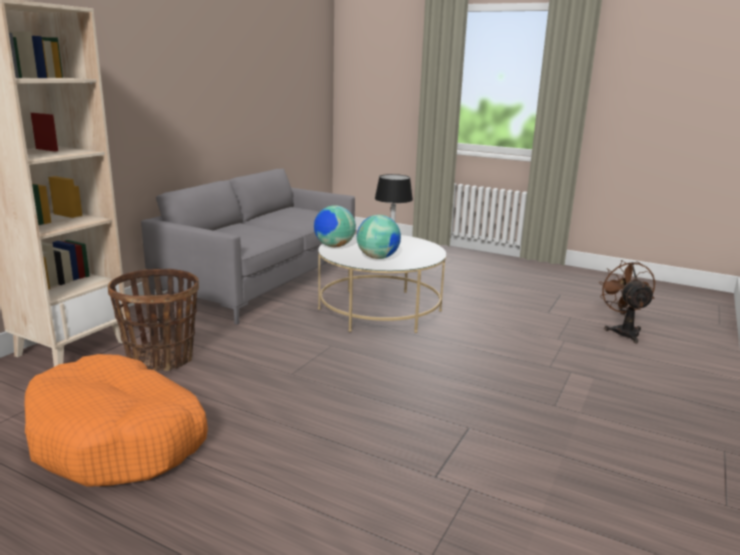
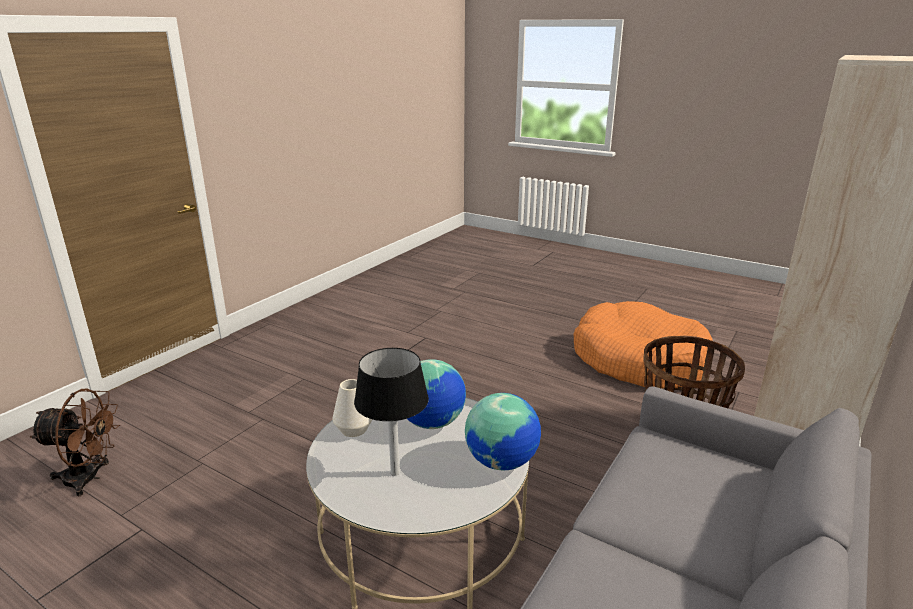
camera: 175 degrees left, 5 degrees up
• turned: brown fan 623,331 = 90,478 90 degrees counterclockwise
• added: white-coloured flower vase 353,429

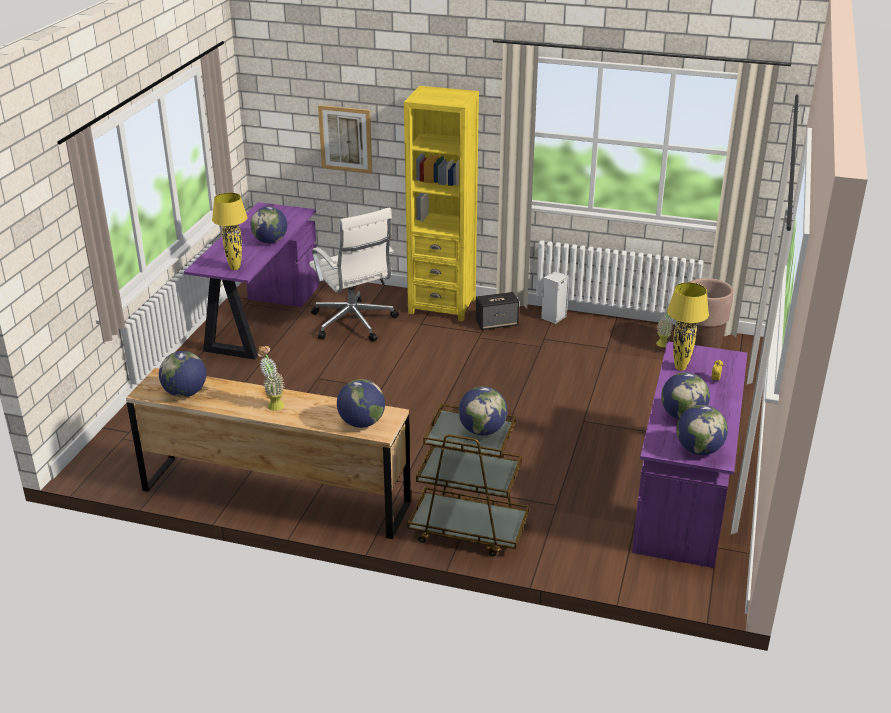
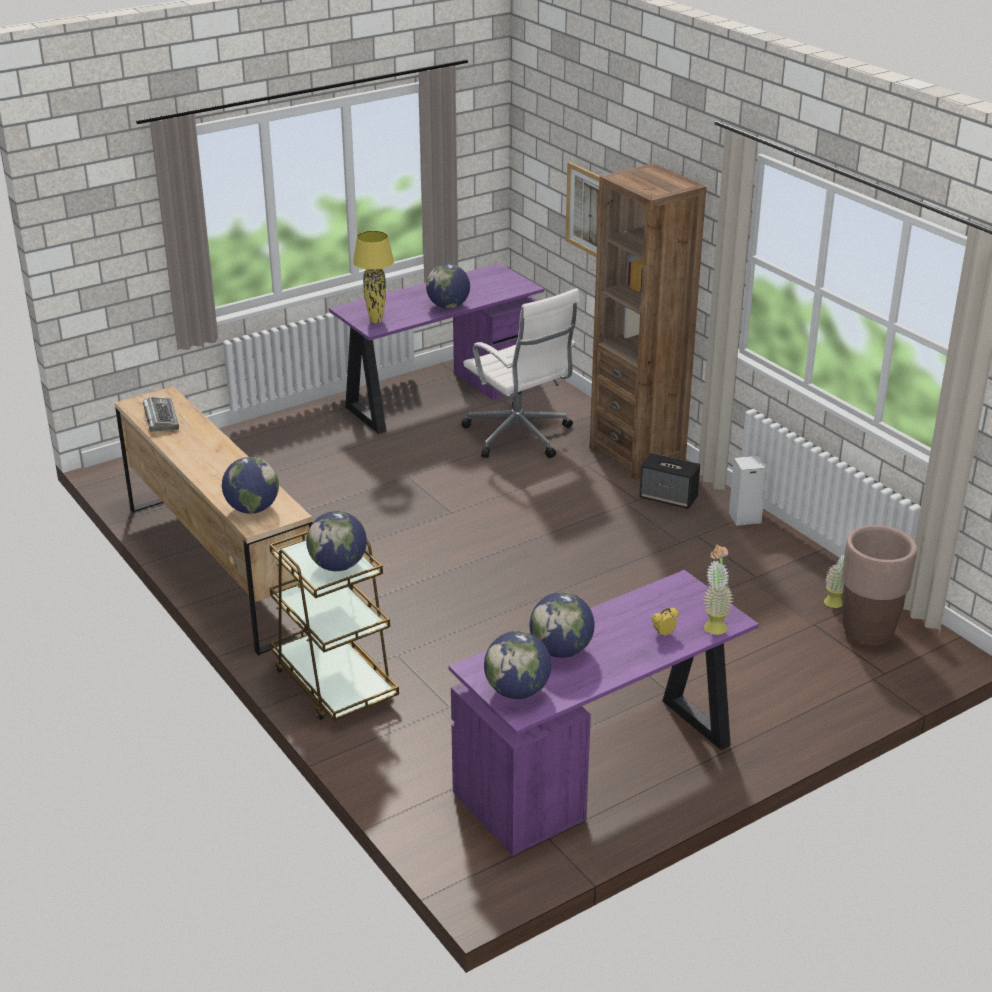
camera: 40 degrees right, 0 degrees up
• replaced: desk globe 185,393 to PC keyboard 161,418
• moved: houseplant 273,404 to 714,624
• turned: white-coloured office chair 354,323 = 519,437 45 degrees counterclockwise
• recoloured: yellowish shelving unit 442,306 to brown shelving unit 637,455
• removed: yellowish table lamp 680,368

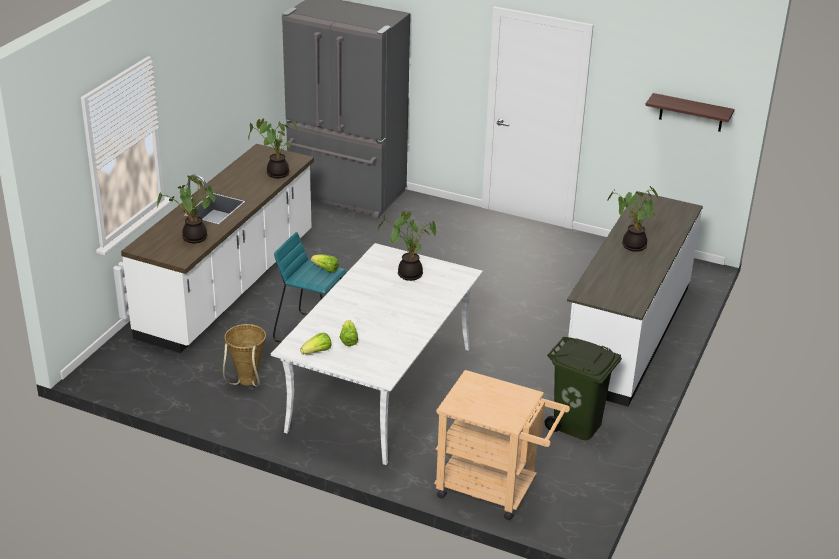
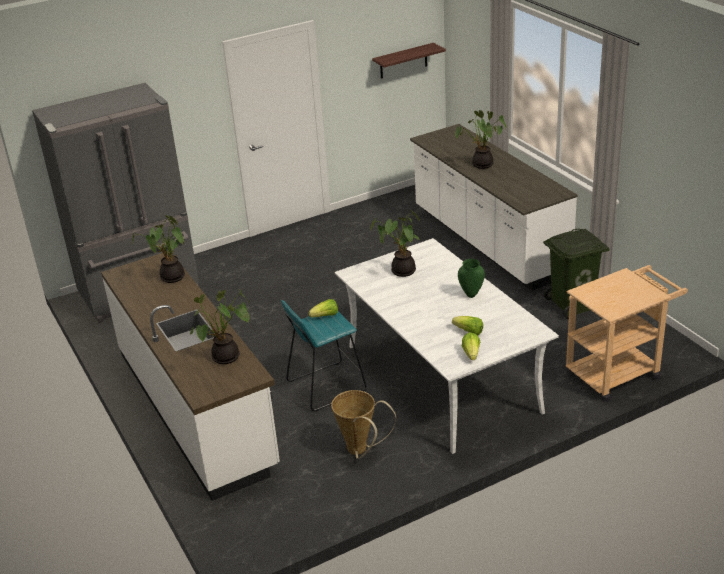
camera: 50 degrees left, 0 degrees up
• added: green-coloured flower vase 471,294

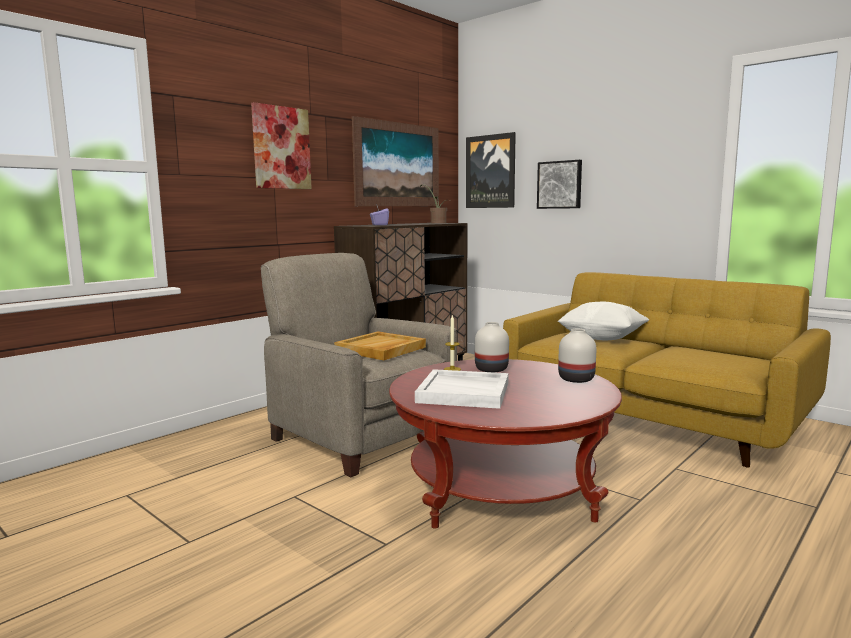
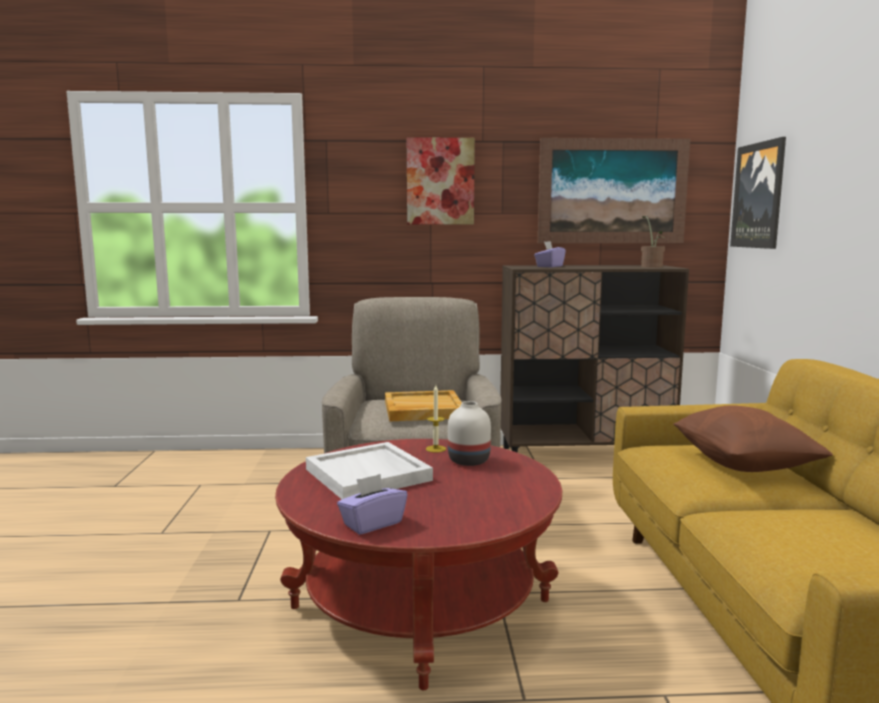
camera: 45 degrees right, 0 degrees up
• removed: wall art 560,185
• recoloured: white-coloured pillow 602,338 to brown pillow 743,466
• removed: white-coloured flower vase 576,379
• added: purplish tissue holder 372,523

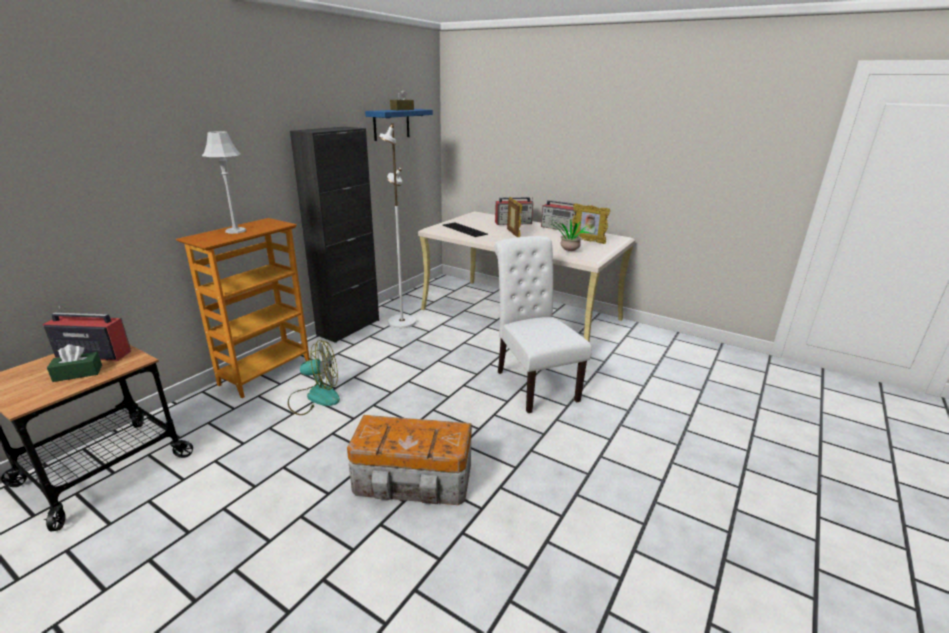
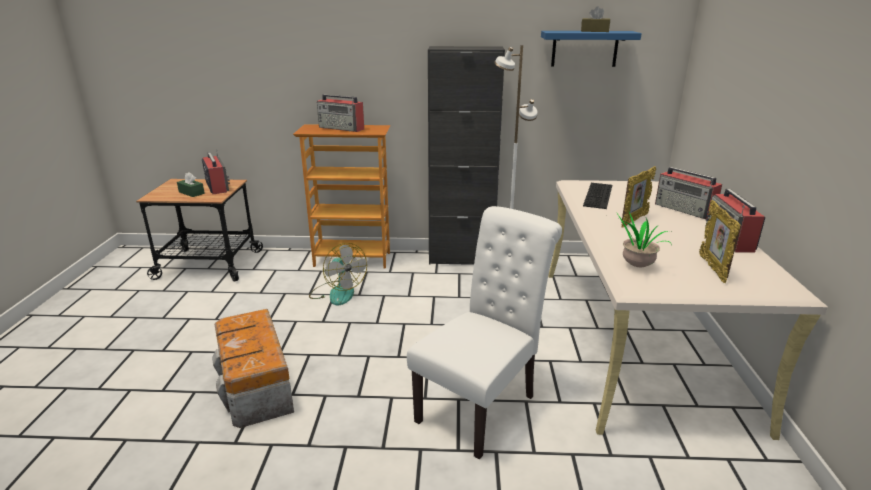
camera: 60 degrees right, 0 degrees up
• replaced: gray table lamp 236,231 to radio 342,128

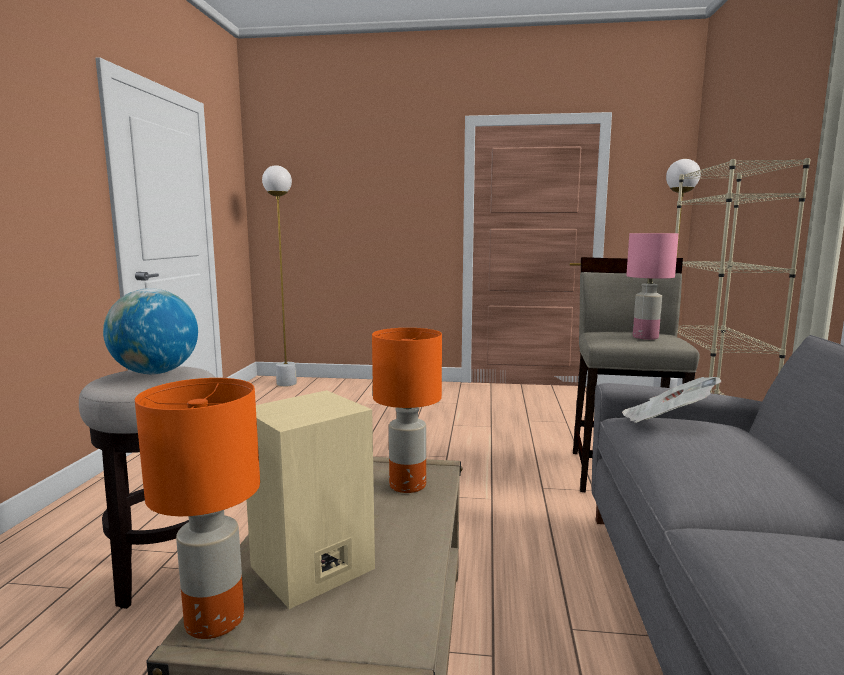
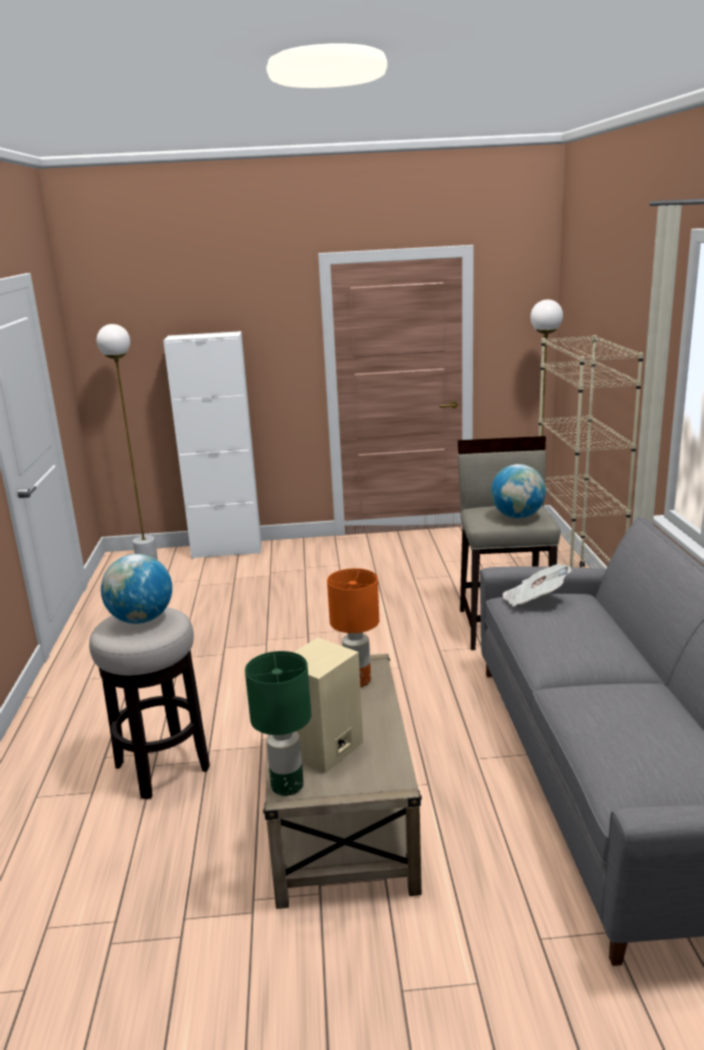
camera: 10 degrees left, 10 degrees up
• recoloured: orange table lamp 214,619 to green-coloured table lamp 286,785
• replaced: pink table lamp 645,337 to desk globe 517,516
• added: white-coloured cabinet 227,550

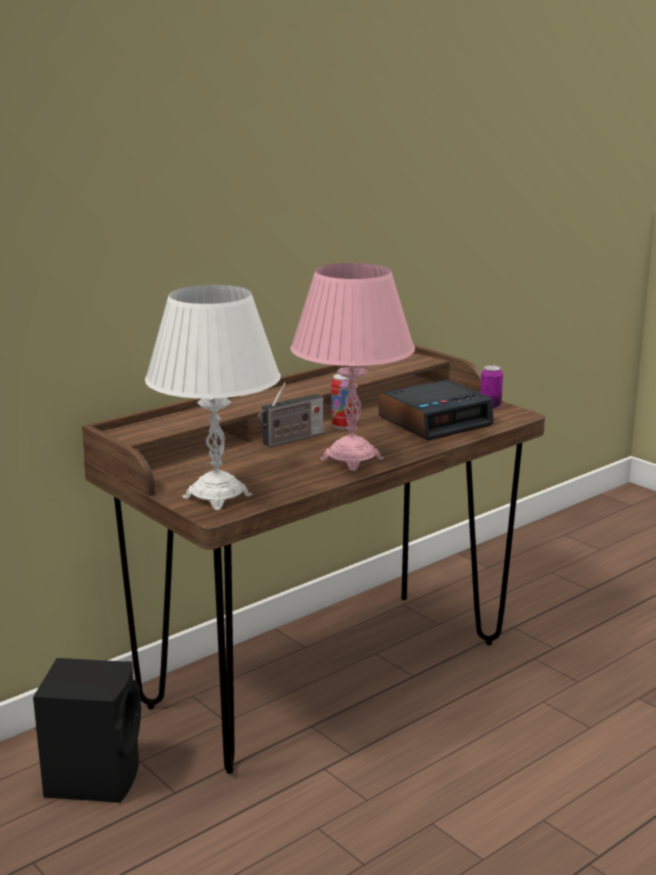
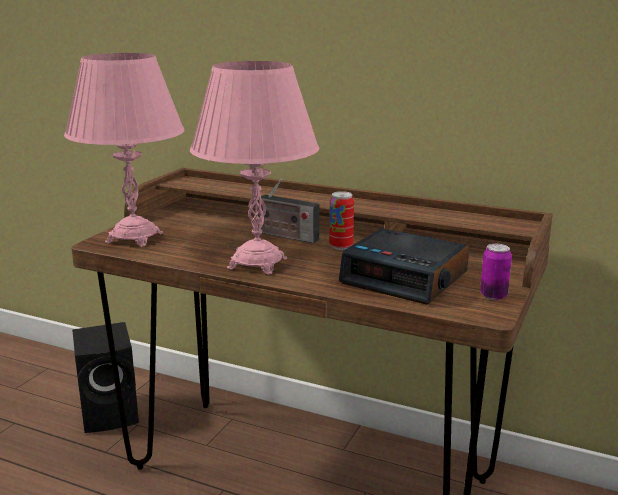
camera: 65 degrees right, 0 degrees up
• recoloured: white-coloured table lamp 217,496 to pink table lamp 134,238

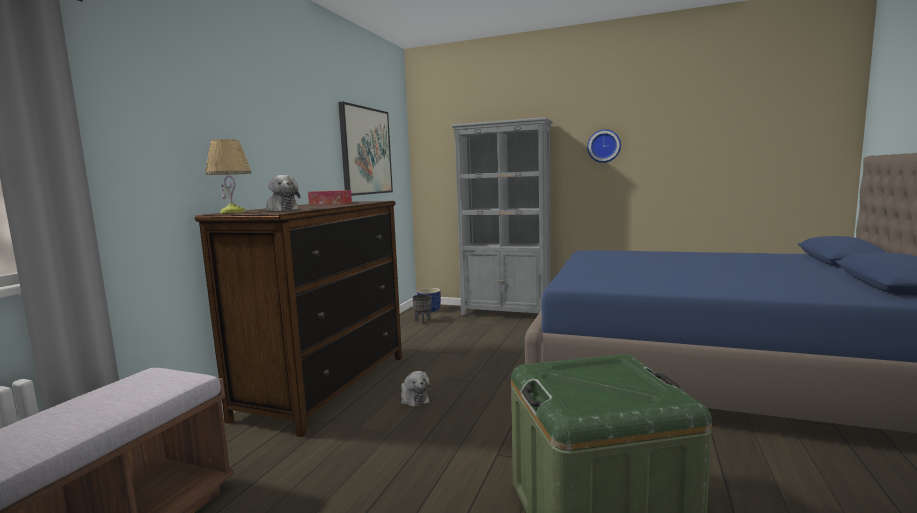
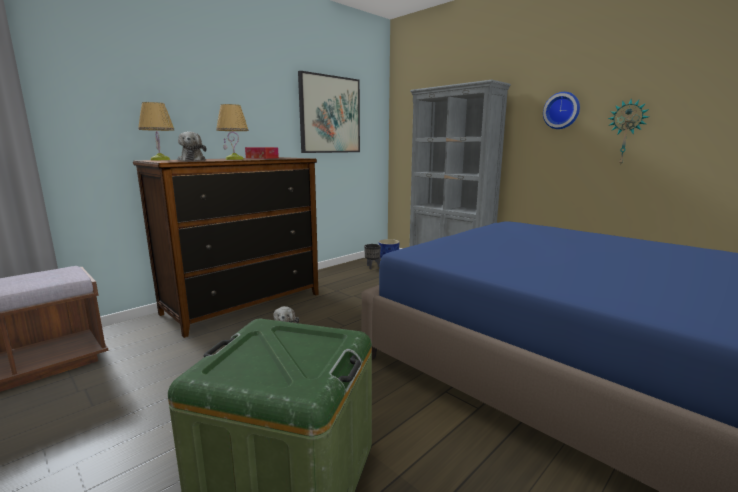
camera: 25 degrees right, 5 degrees up
• added: table lamp 234,159
• added: clock on the wall 626,132

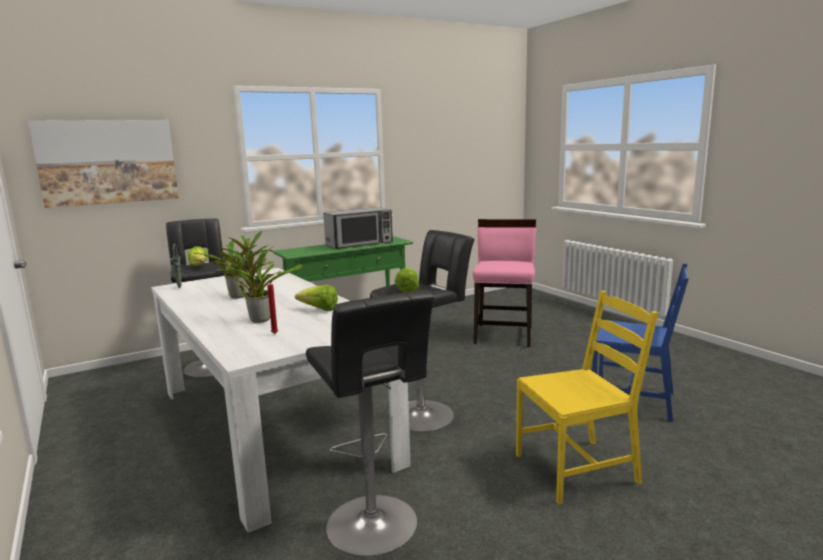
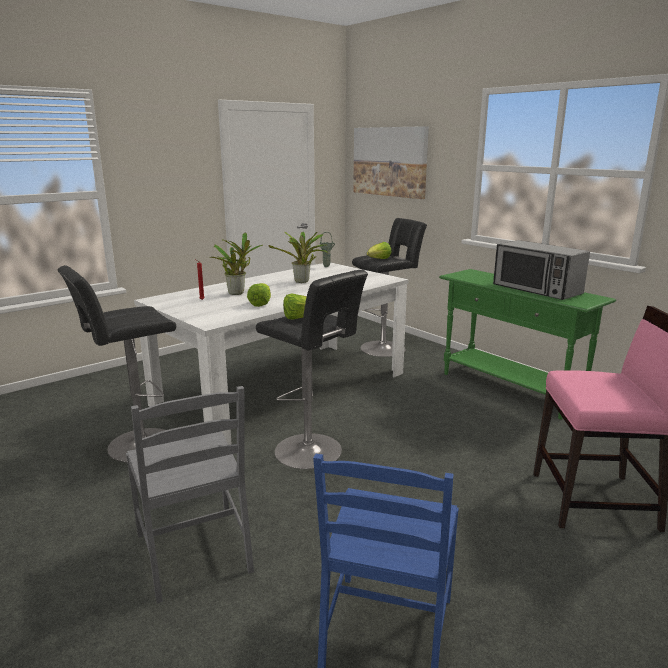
camera: 80 degrees right, 5 degrees up
• recoloured: yellowish plain chair 577,468 to gray plain chair 195,552

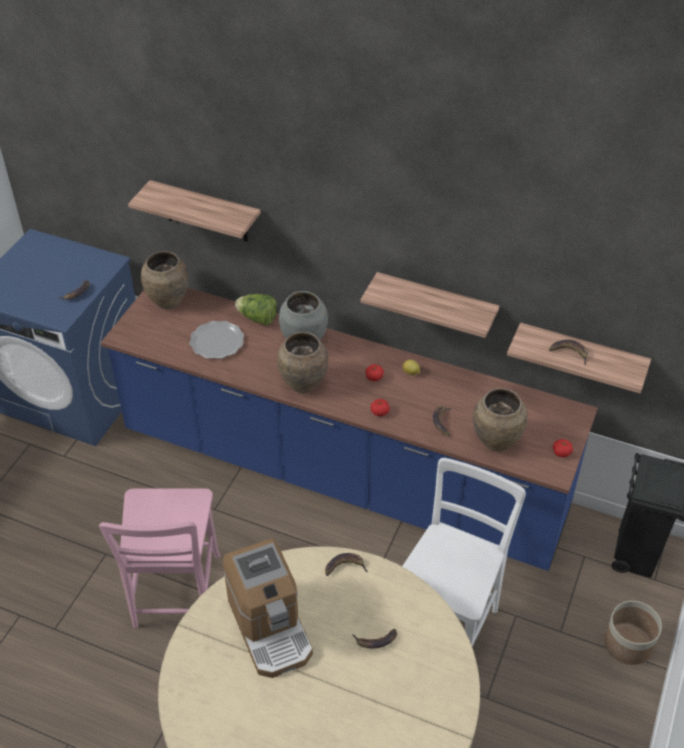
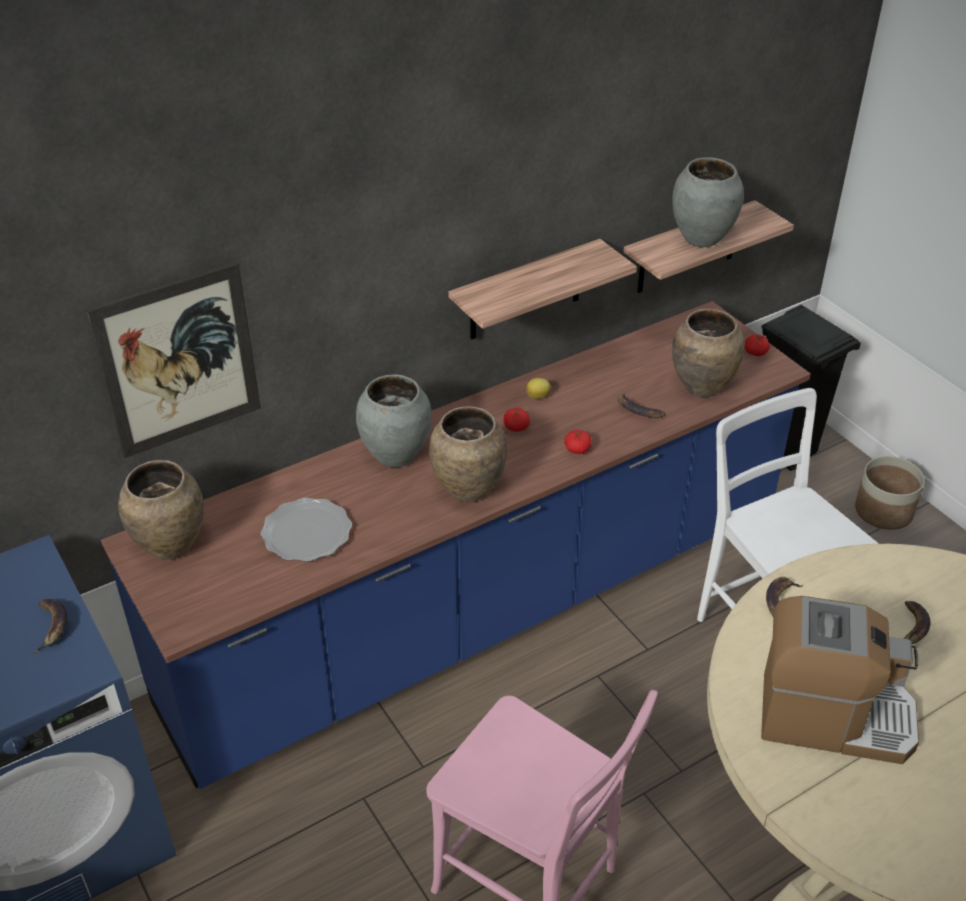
camera: 55 degrees left, 5 degrees down
• replaced: shelf 206,212 to wall art 178,361
• removed: lettuce 257,318
• replaced: banana fruit 569,353 to gray flower vase 702,238

